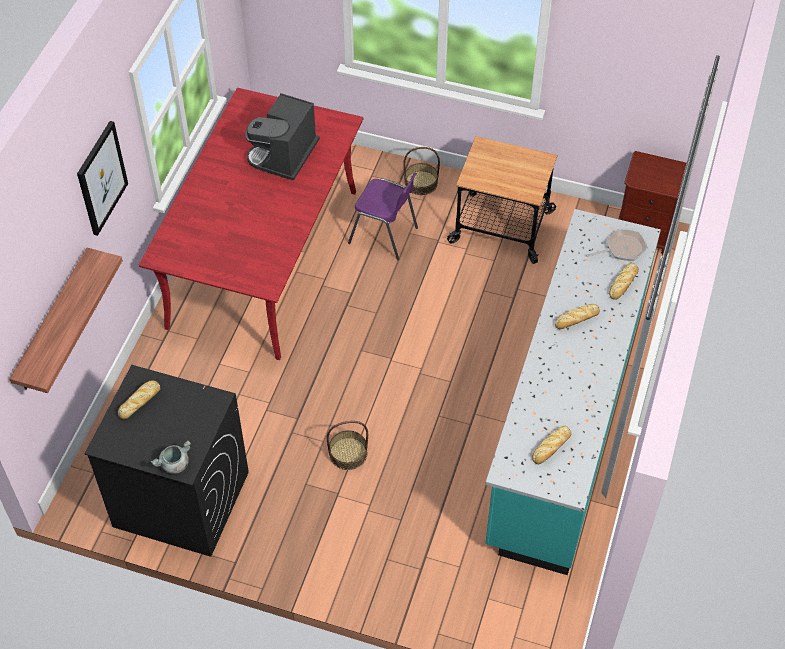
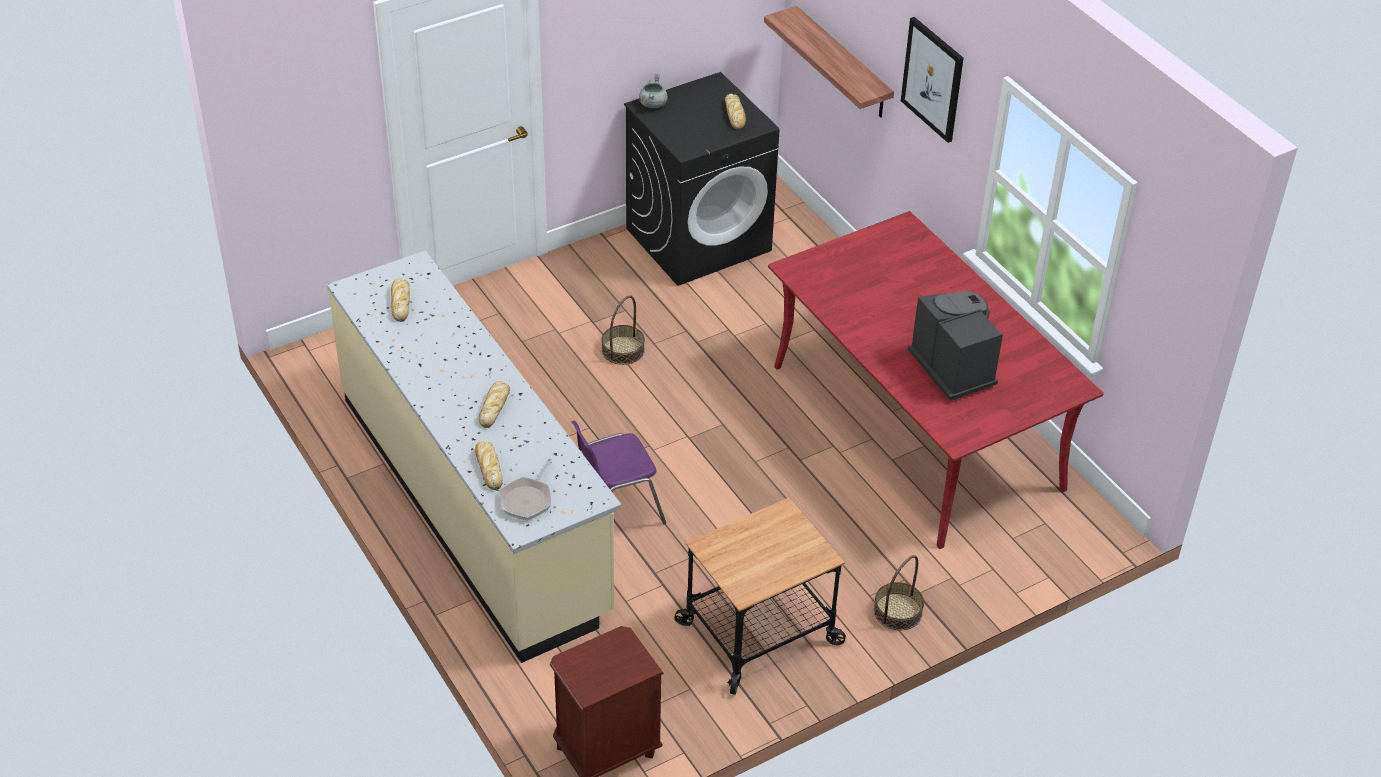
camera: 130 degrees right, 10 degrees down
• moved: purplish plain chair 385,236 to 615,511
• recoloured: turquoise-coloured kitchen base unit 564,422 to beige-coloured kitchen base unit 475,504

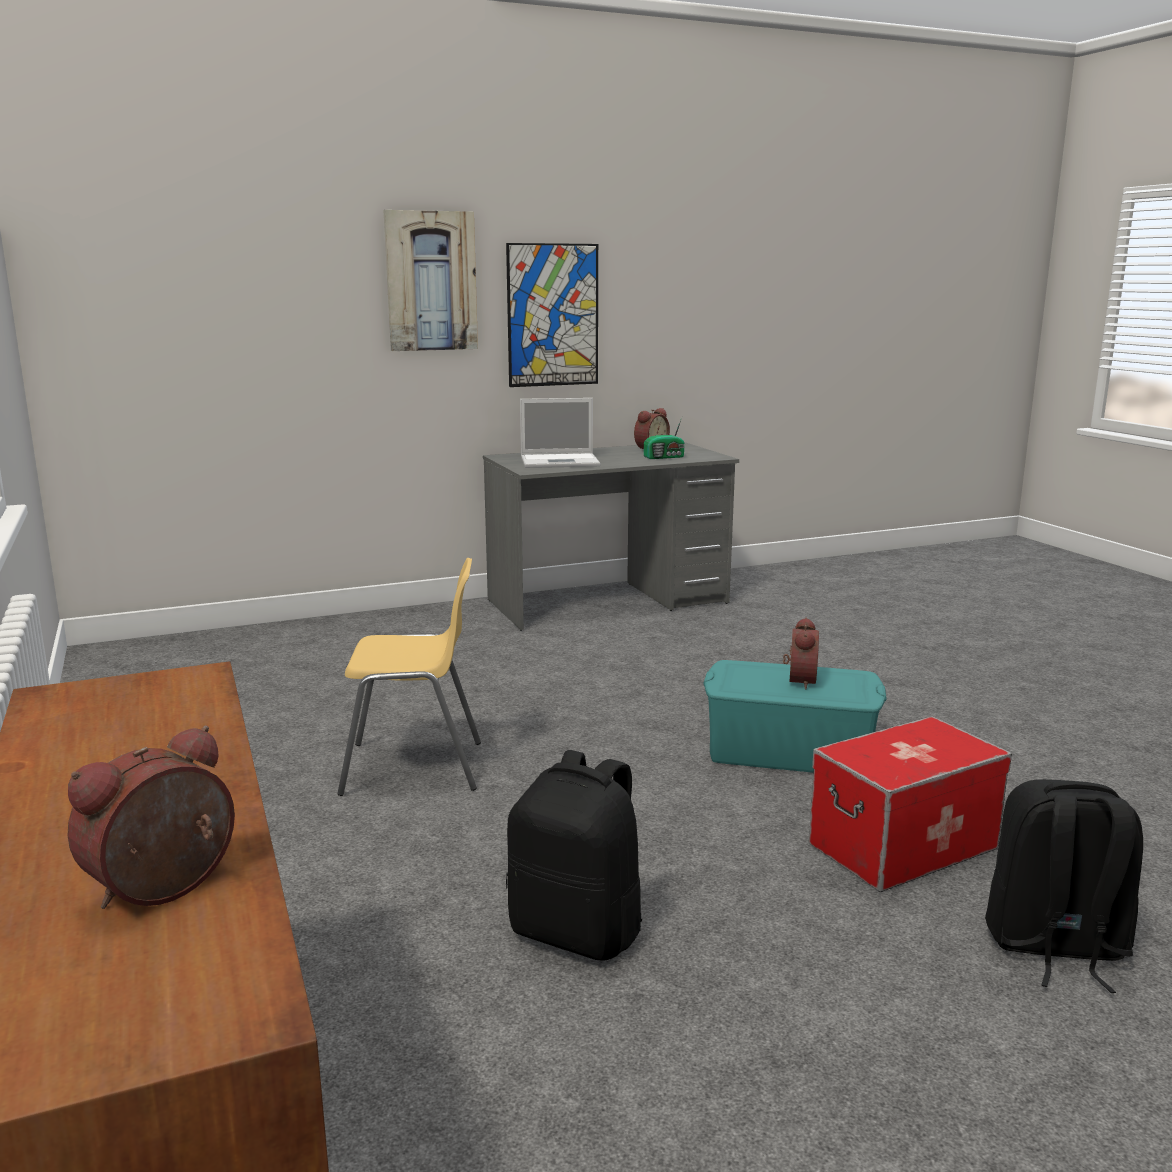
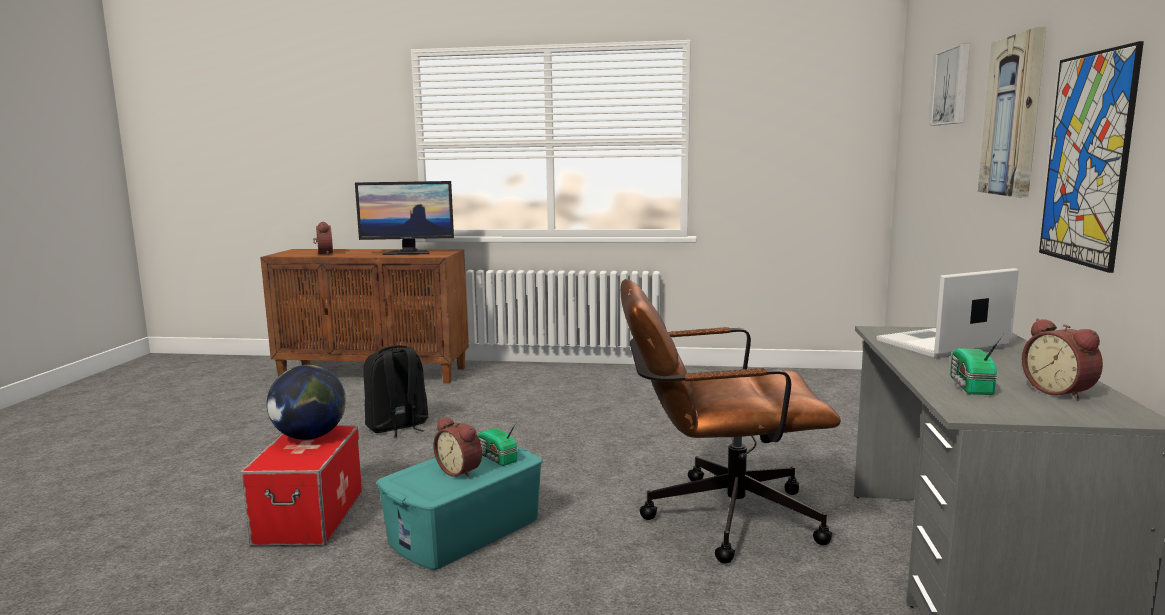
camera: 120 degrees right, 5 degrees down
• removed: yellowish plain chair 415,768
• turned: portable computer 561,461 = 940,344 45 degrees clockwise
• removed: black knapsack 1054,947
• added: desk globe 310,437
• added: monitor 408,253
• added: radio 497,458
• added: brown office chair 717,517
• added: wall art 953,86

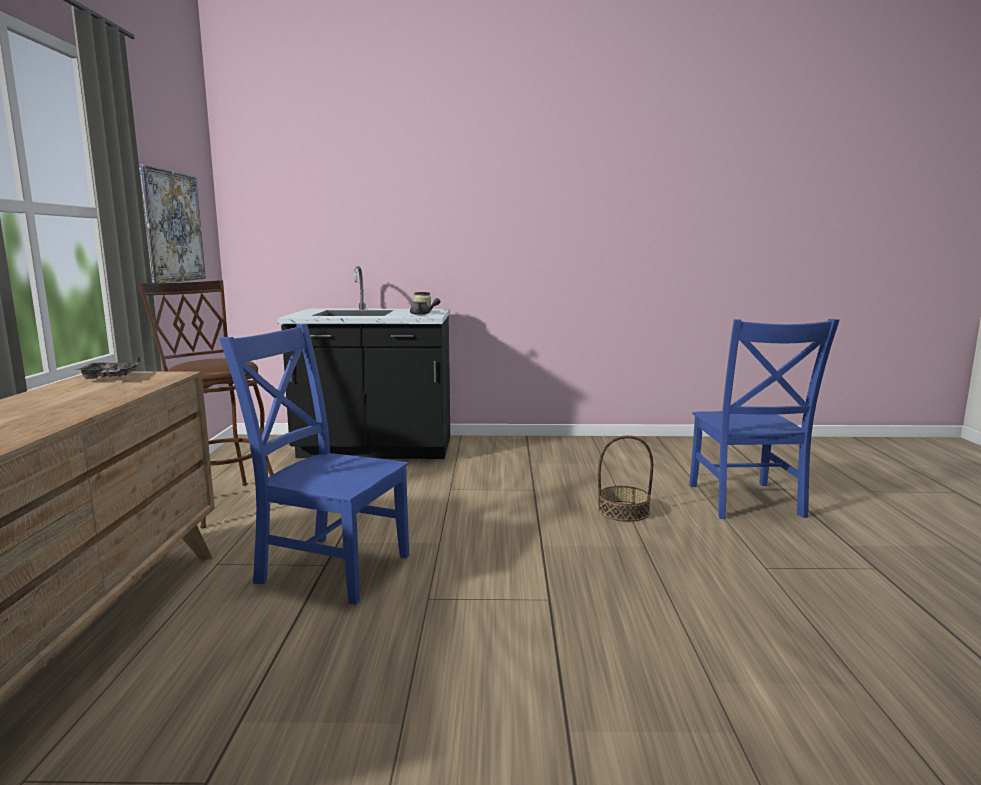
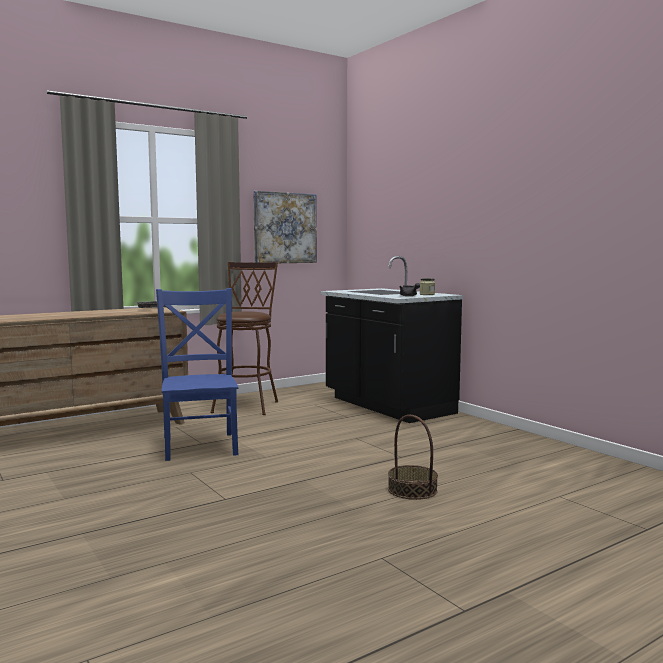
camera: 55 degrees right, 5 degrees down
• removed: blue plain chair 745,502

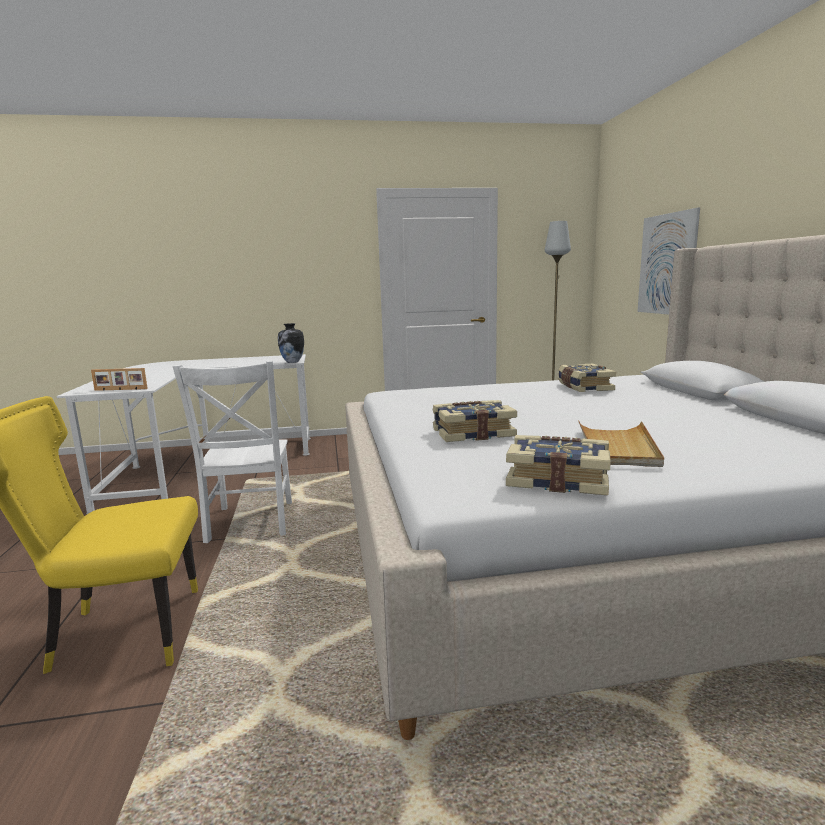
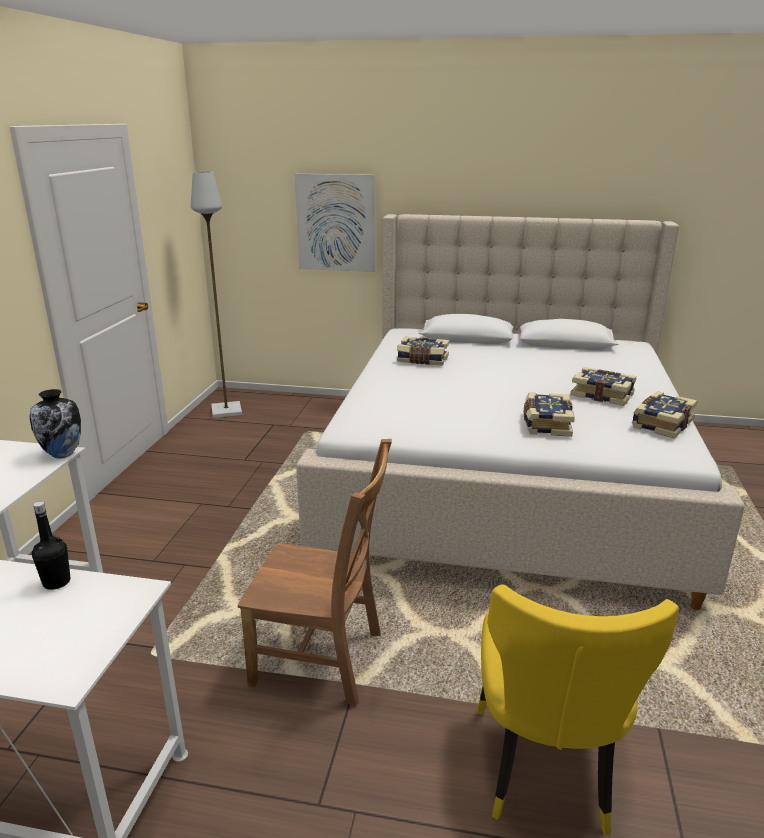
camera: 70 degrees left, 10 degrees up
• removed: picture frame 120,389
• recoloured: white-coloured plain chair 250,523 to brown plain chair 323,660
• replaced: beige-coloured tray 617,447 to volume 602,395
• added: black bottle 56,582

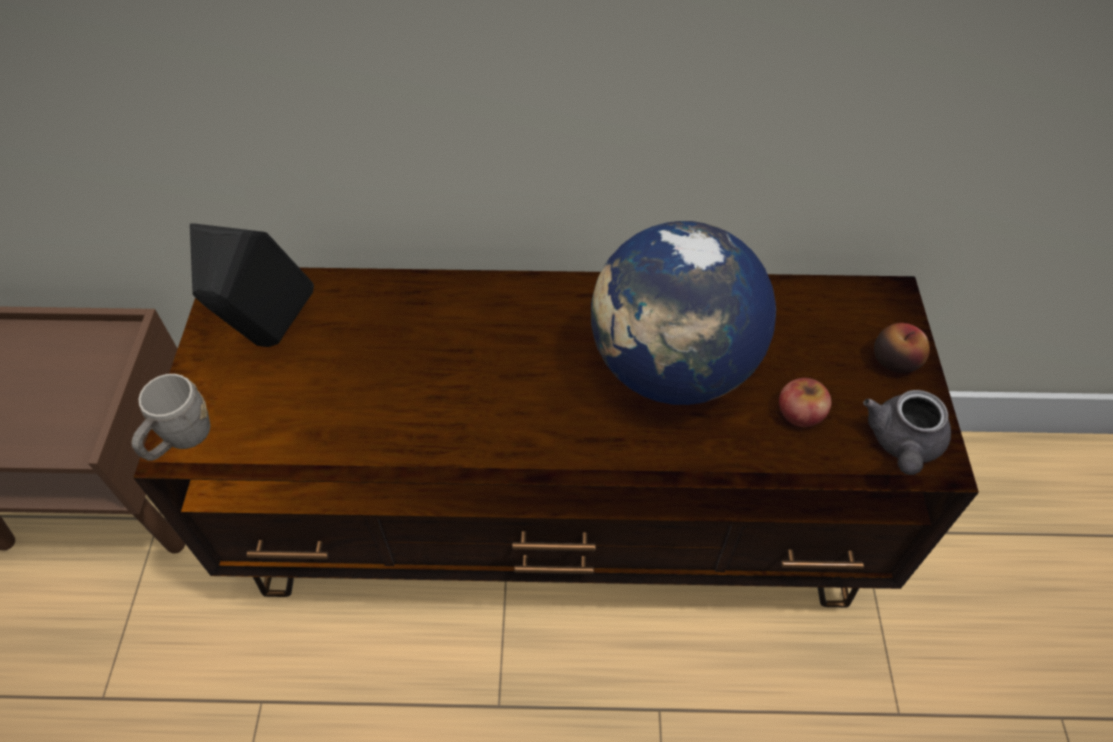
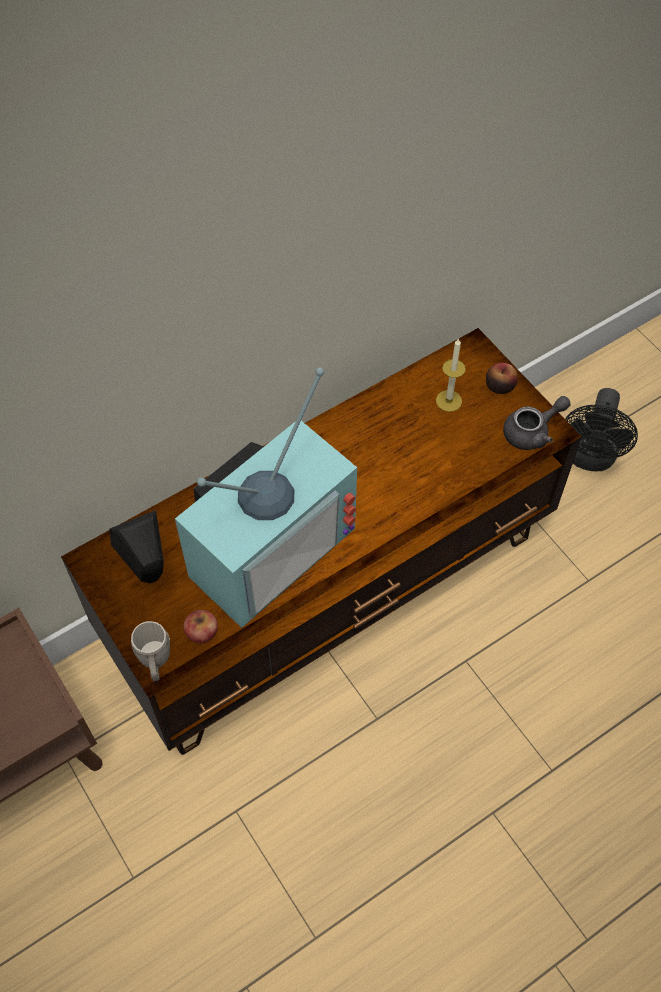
camera: 35 degrees left, 5 degrees up
• removed: desk globe 671,368
• moved: apple 800,412 to 201,631
• turned: gray teapot 902,444 = 532,432 105 degrees counterclockwise
• added: TV set 268,545
• added: wax light 448,401
• added: black fan 589,458

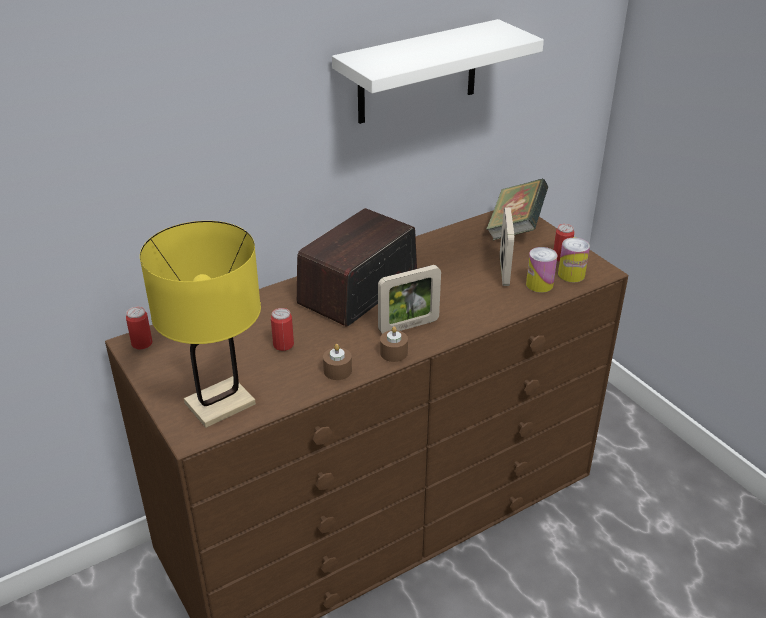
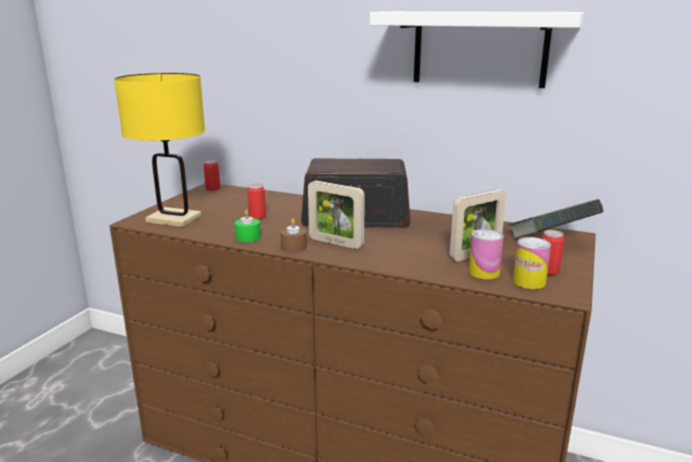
camera: 55 degrees right, 15 degrees down
• recoloured: brown wax light 337,370 to green-coloured wax light 248,237

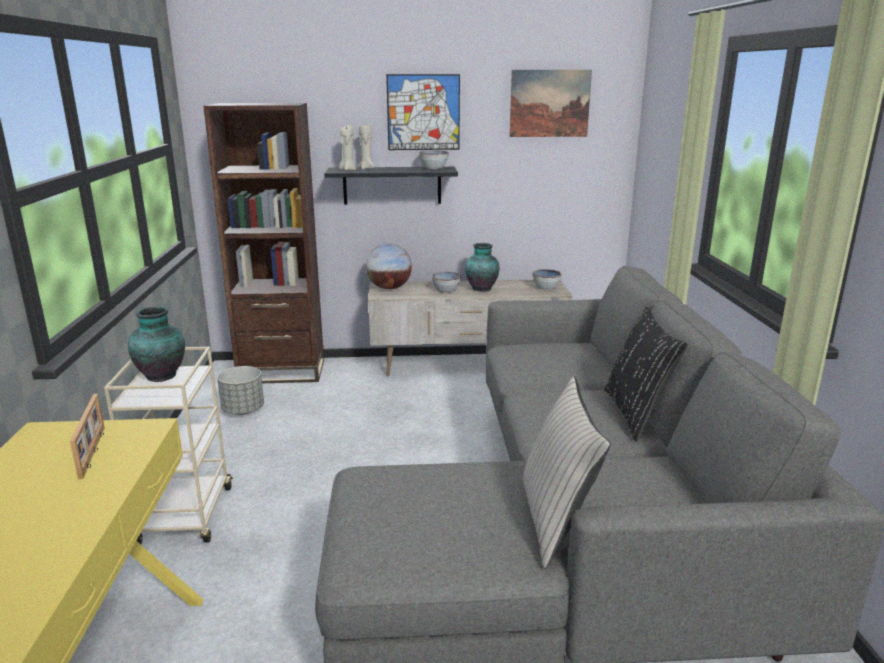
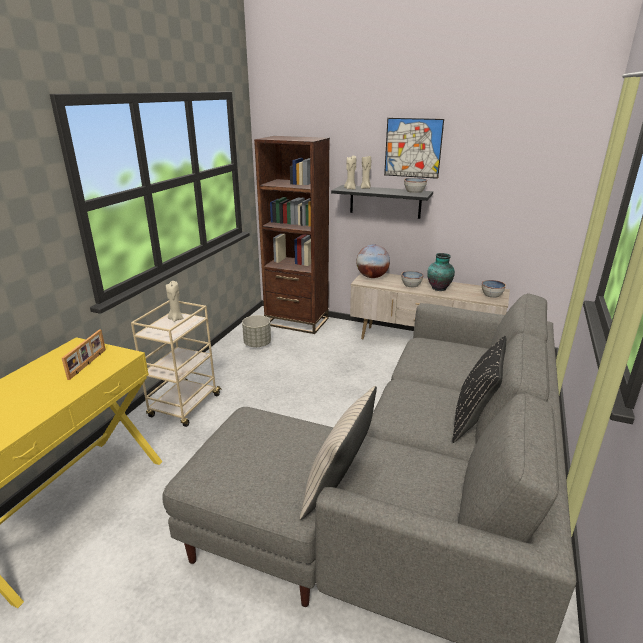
camera: 25 degrees right, 5 degrees up
• replaced: flower vase 162,375 to beige-coloured wax light 176,319
• removed: wall art 549,103

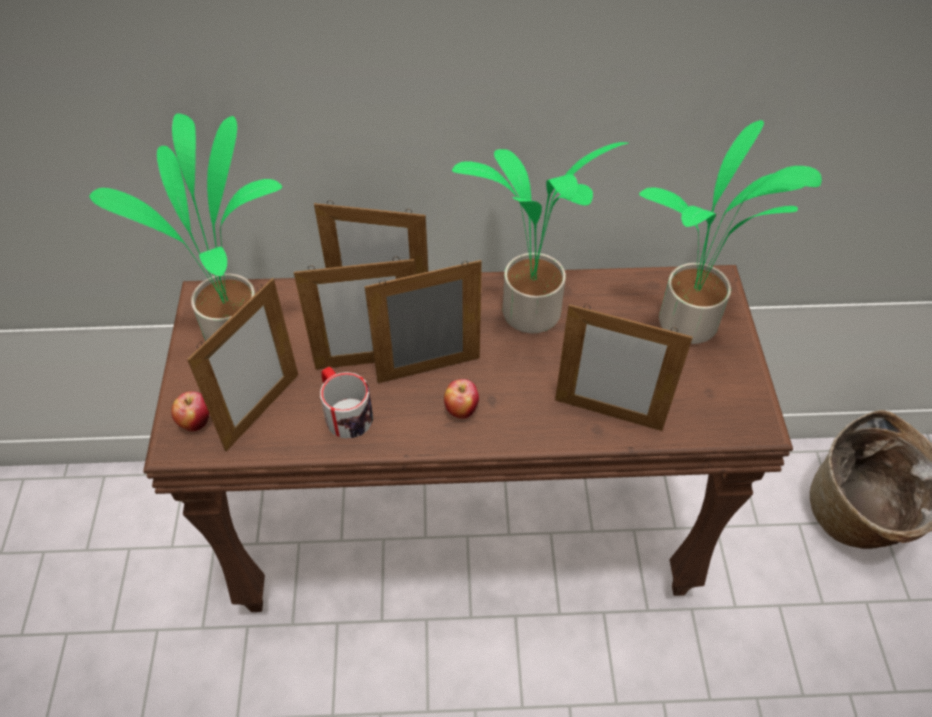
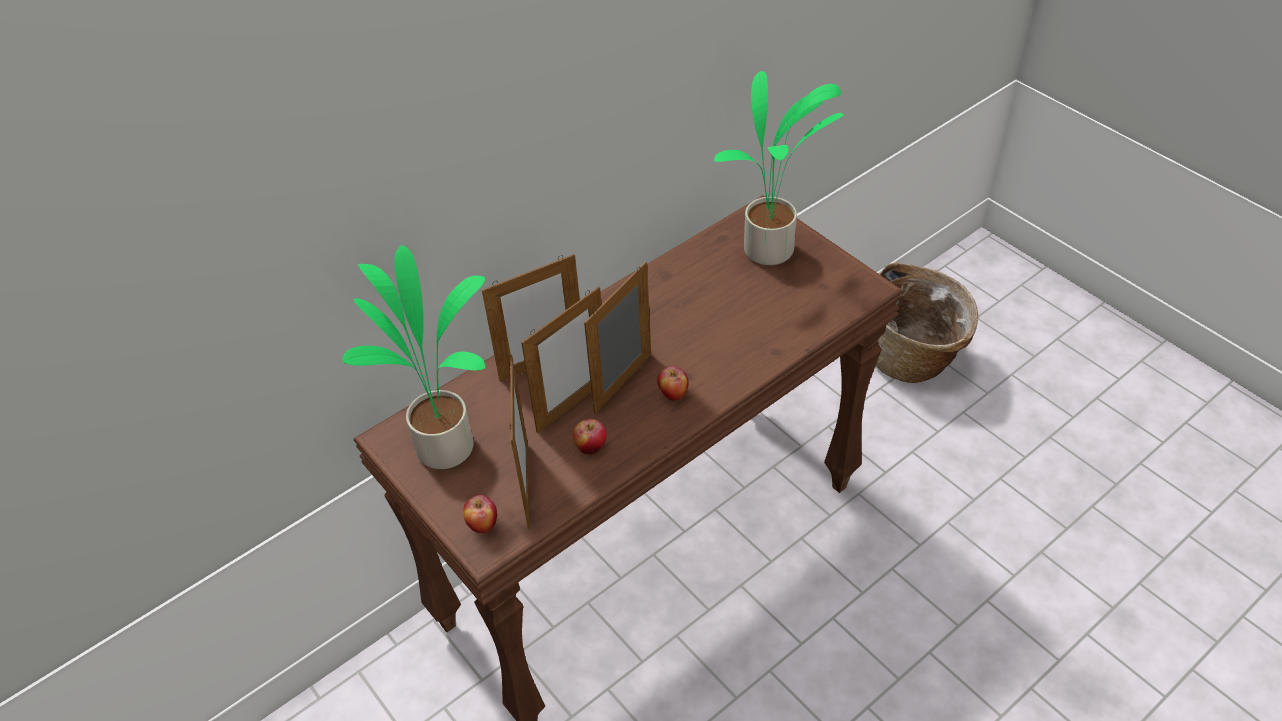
camera: 35 degrees left, 5 degrees down
• replaced: coffee mug 344,411 to apple 590,447
• removed: houseplant 528,316
• removed: picture frame 608,414

